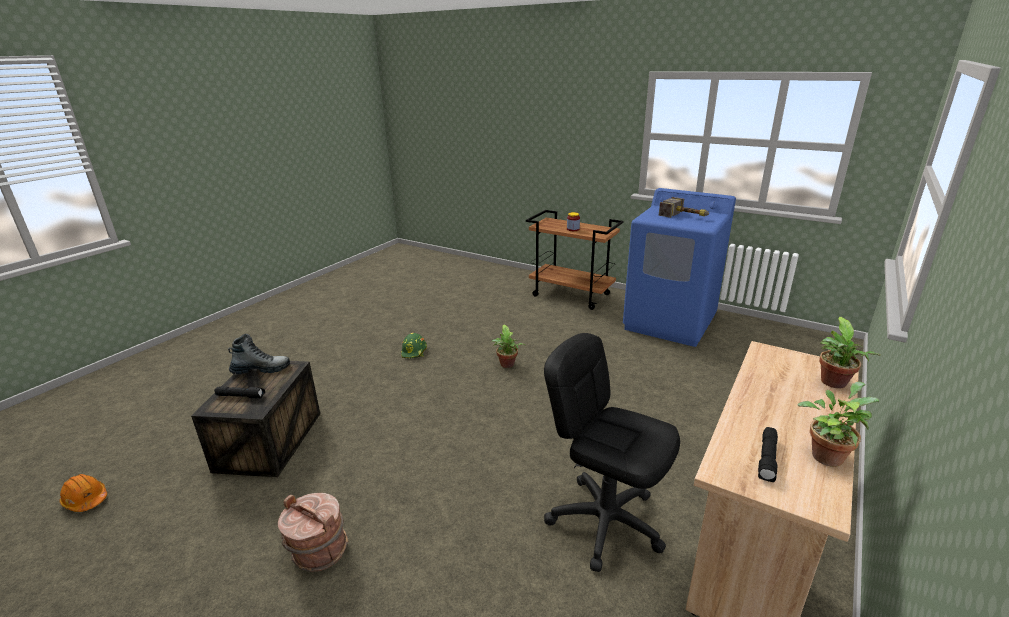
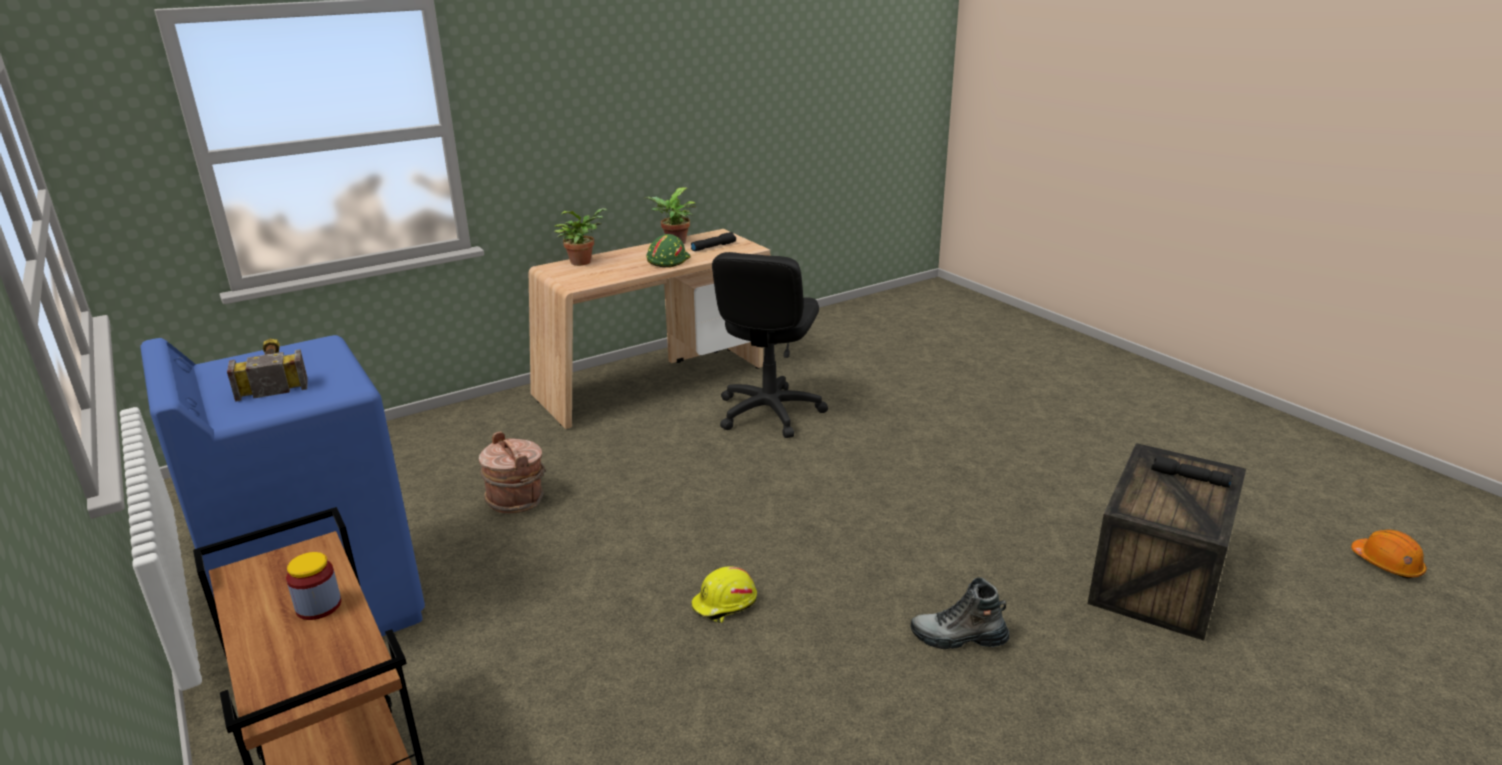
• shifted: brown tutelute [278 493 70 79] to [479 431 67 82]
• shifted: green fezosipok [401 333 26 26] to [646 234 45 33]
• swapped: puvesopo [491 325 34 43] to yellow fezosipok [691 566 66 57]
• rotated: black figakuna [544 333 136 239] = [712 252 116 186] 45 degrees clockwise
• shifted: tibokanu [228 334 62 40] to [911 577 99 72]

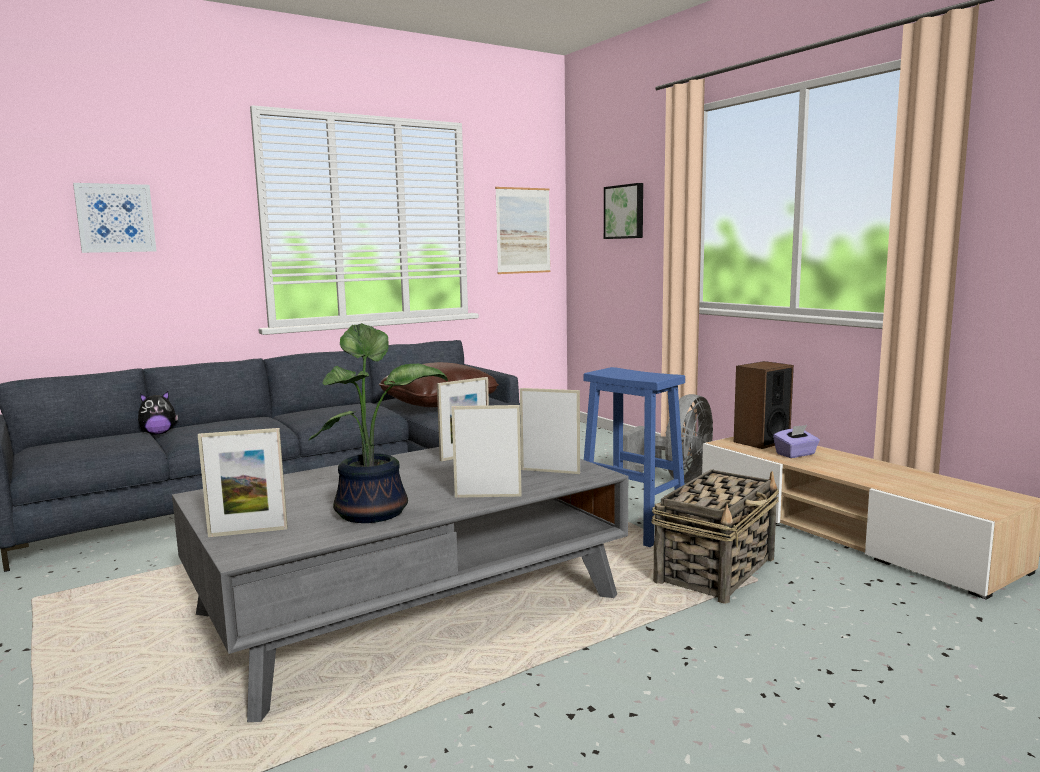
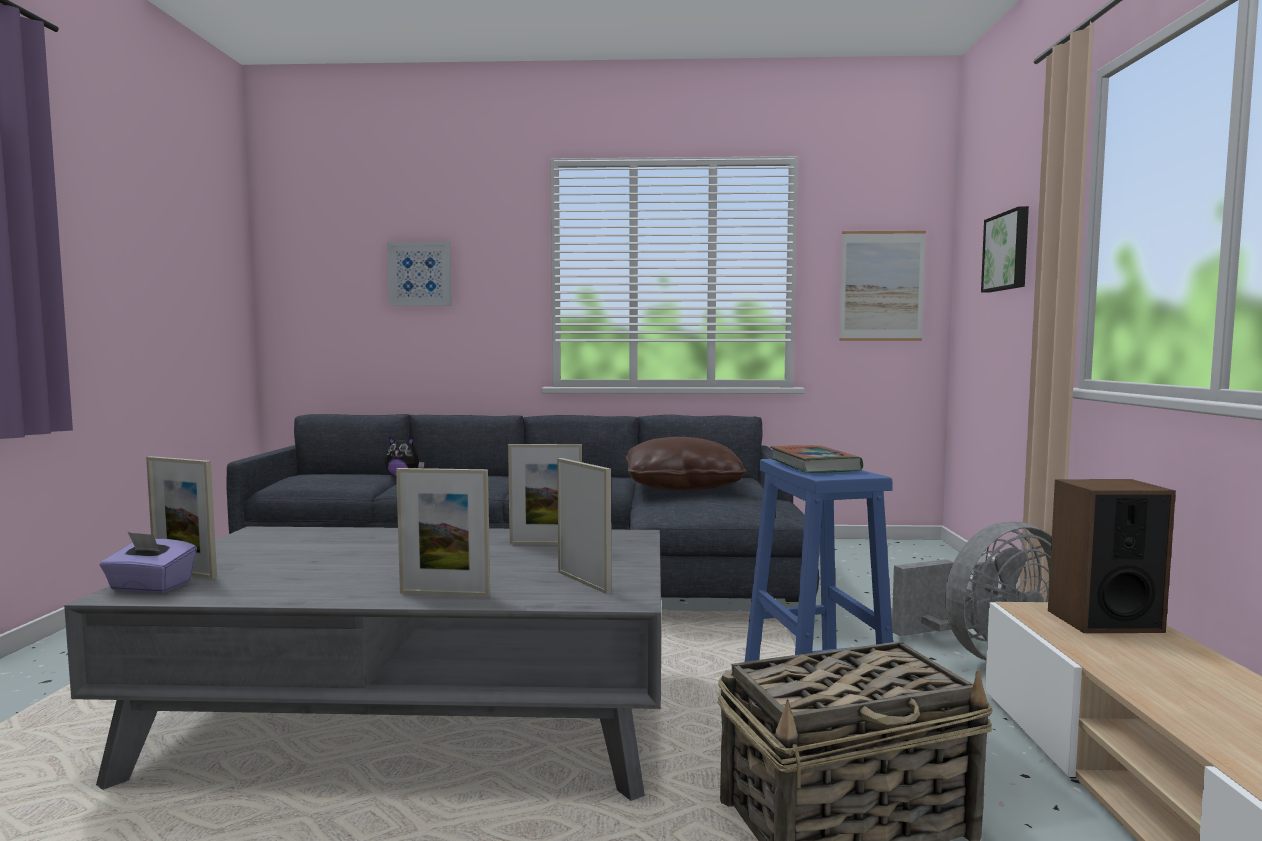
• shifted: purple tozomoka [773 425 47 33] to [100 532 97 61]
• rotated: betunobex [451 405 71 93] = [396 468 94 129] 150 degrees clockwise
• new: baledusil [770 445 93 28]
• gone: puvesopo [308 323 140 200]

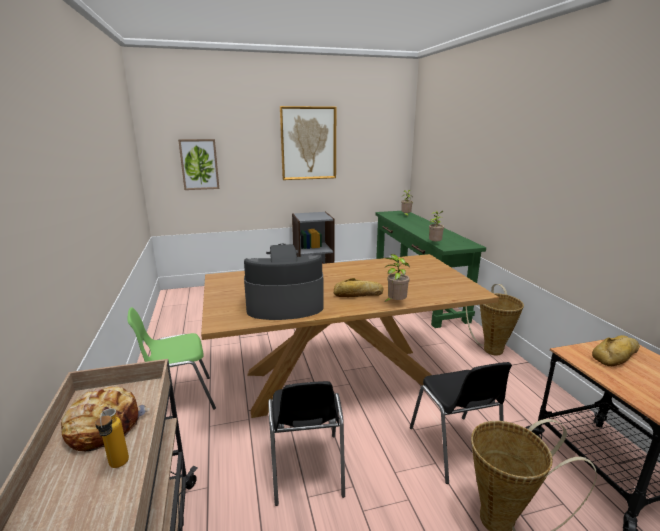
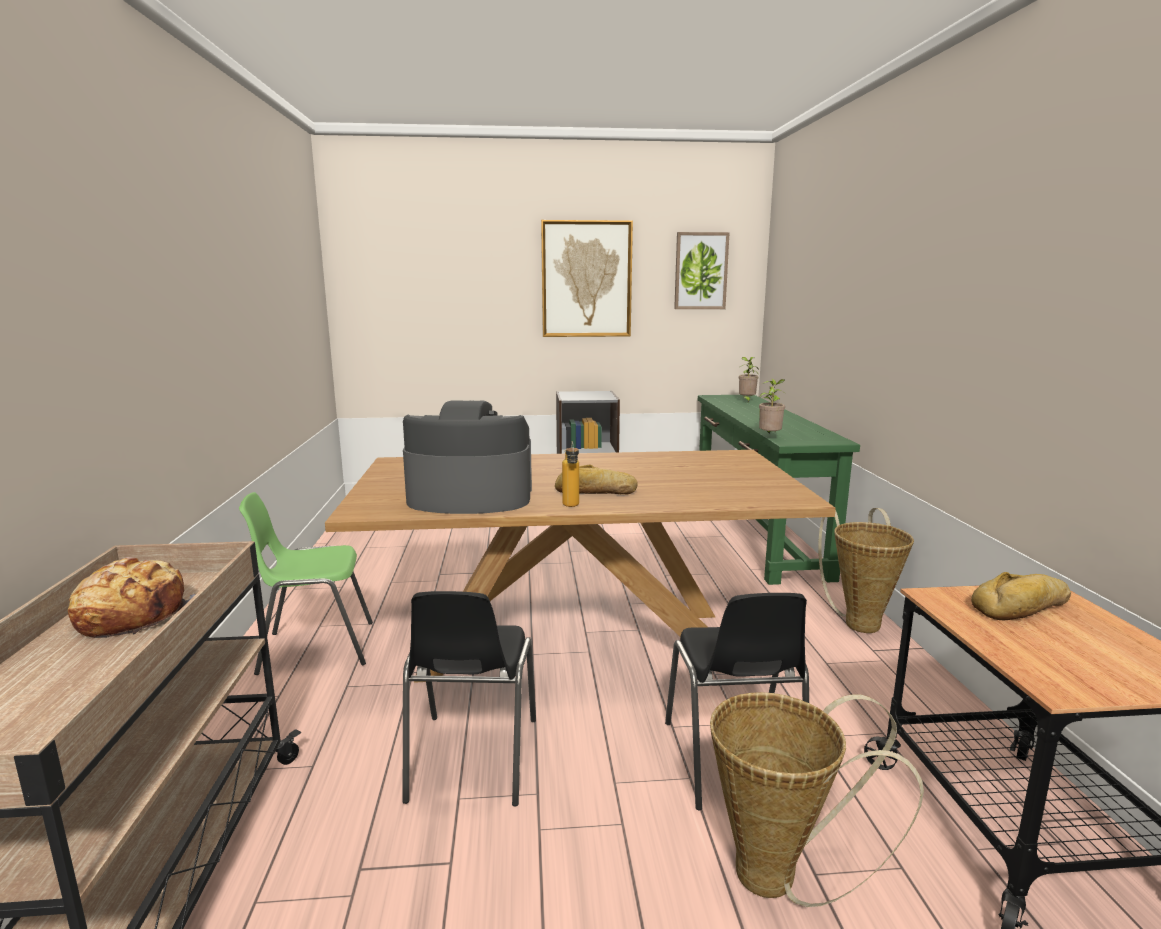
• shifted: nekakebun [95 408 34 60] to [562 441 17 66]
• shifted: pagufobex [178 139 41 51] to [674 232 56 77]
• gone: puvesopo [383 254 27 49]

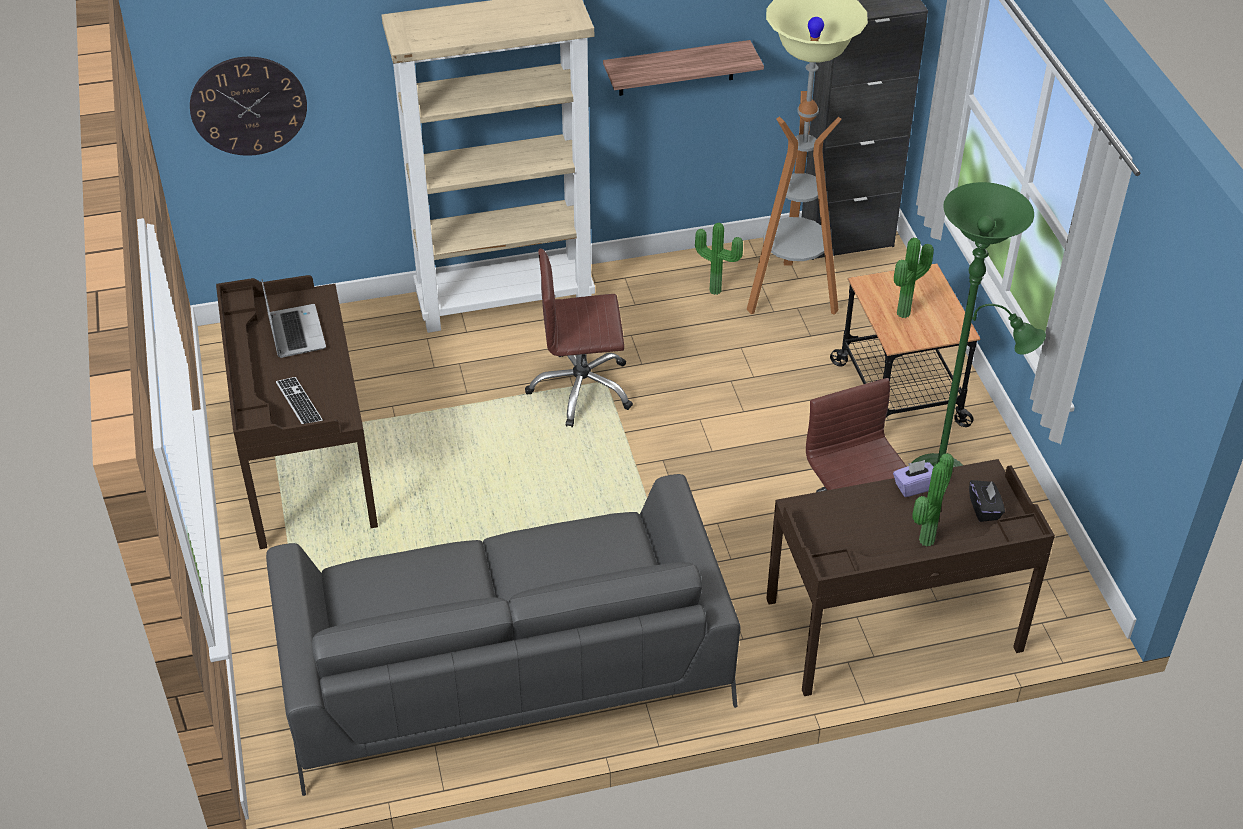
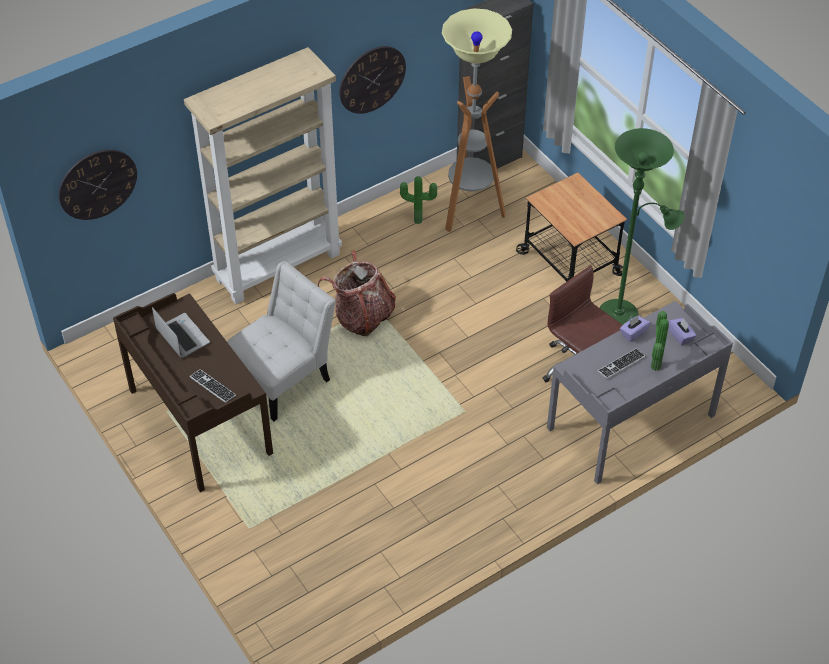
• new: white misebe [227 261 109 160]
• swapped: brown figakuna [525 249 108 178] to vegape [318 250 78 86]
• swapped: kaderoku [603 40 161 56] to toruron [339 46 67 68]
• repainted: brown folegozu [766 459 289 237] to grey folegozu [547 301 186 183]
• new: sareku [598 348 48 31]
• repainted: black tozomoka [969 480 36 42] to purple tozomoka [669 318 27 27]
• gone: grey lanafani [266 474 474 322]
• gone: puvesopo [894 237 40 81]

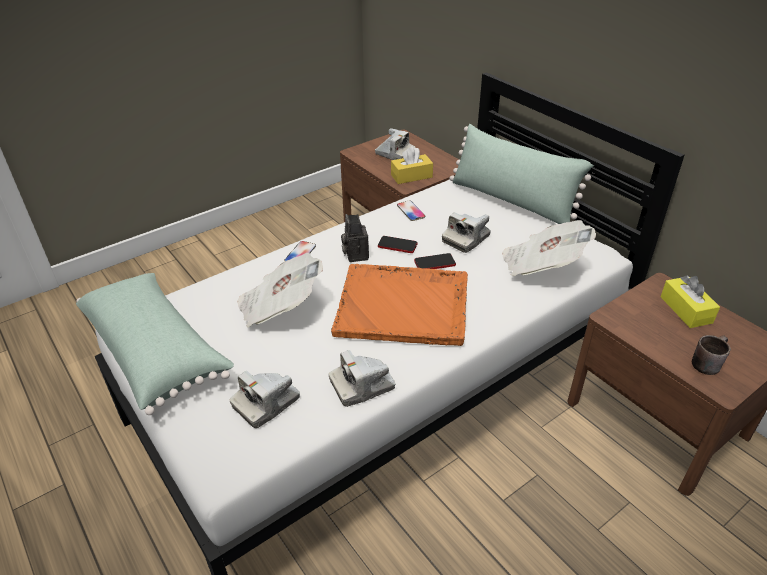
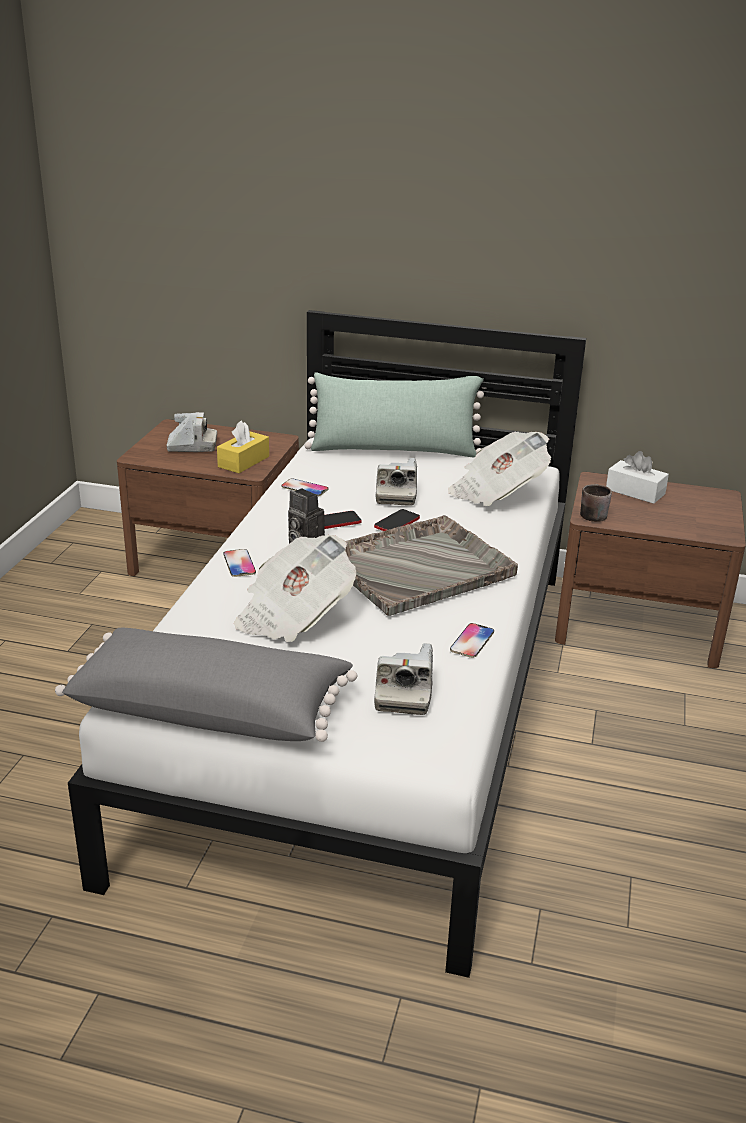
• repainted: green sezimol [76 273 158 142] to grey sezimol [55 628 302 114]
• repainted: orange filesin [331 264 137 82] to grey filesin [345 515 173 101]
• swapped: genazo [329 350 67 57] to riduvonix [450 623 44 35]
• shifted: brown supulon [692 335 39 40] to [580 484 32 38]
• repainted: yellow tozomoka [661 275 59 53] to white tozomoka [606 451 63 53]

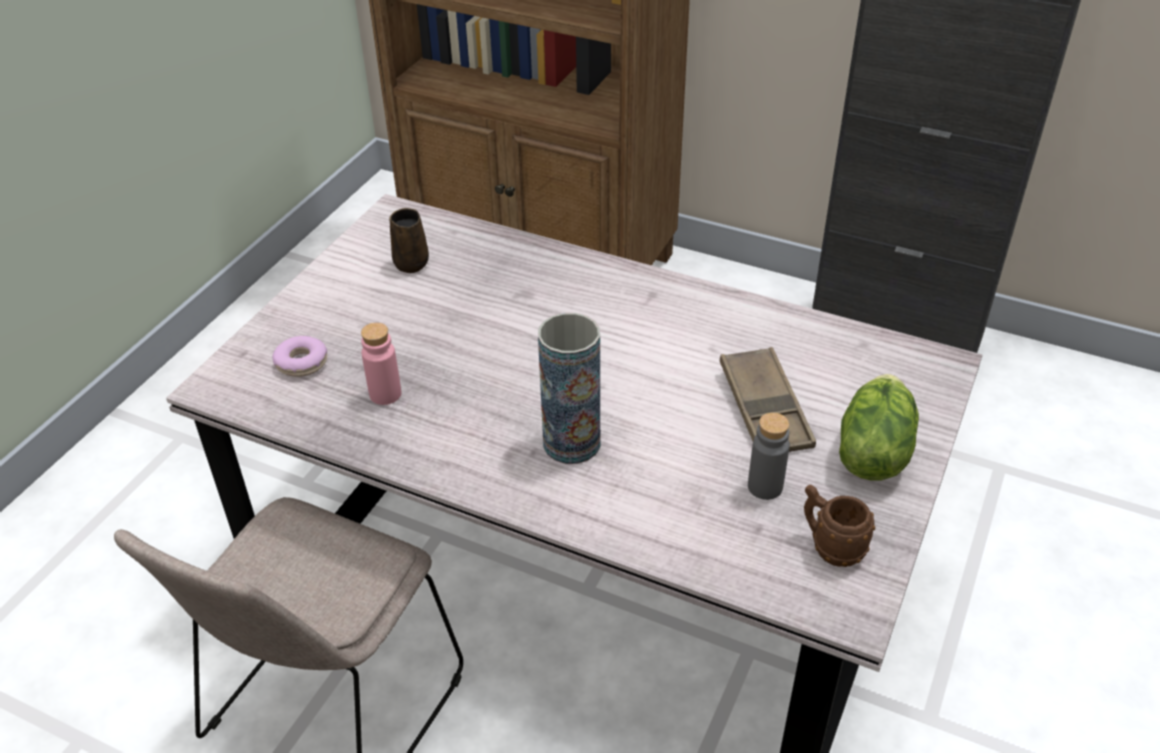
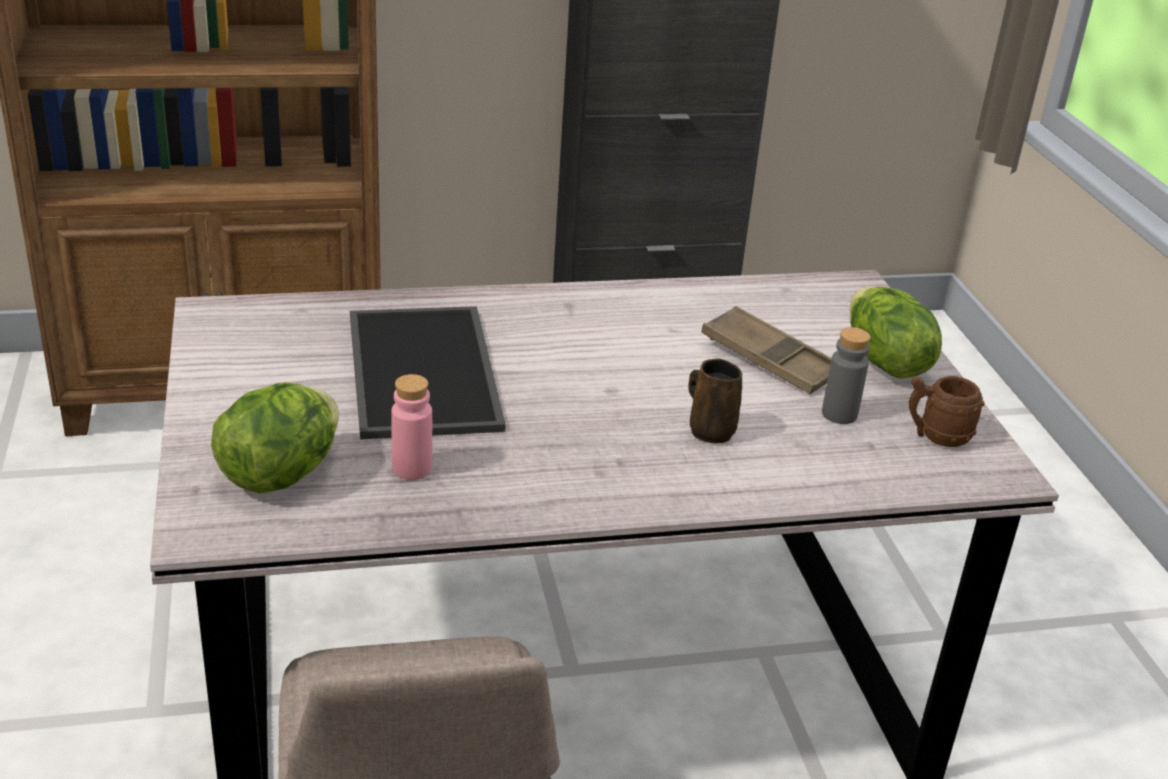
• swapped: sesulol [272 336 55 41] to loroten [211 382 128 111]
• new: filesin [350 306 156 134]
• shifted: brown supulon [389 208 40 65] to [688 358 54 85]
• gone: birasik [538 313 62 151]

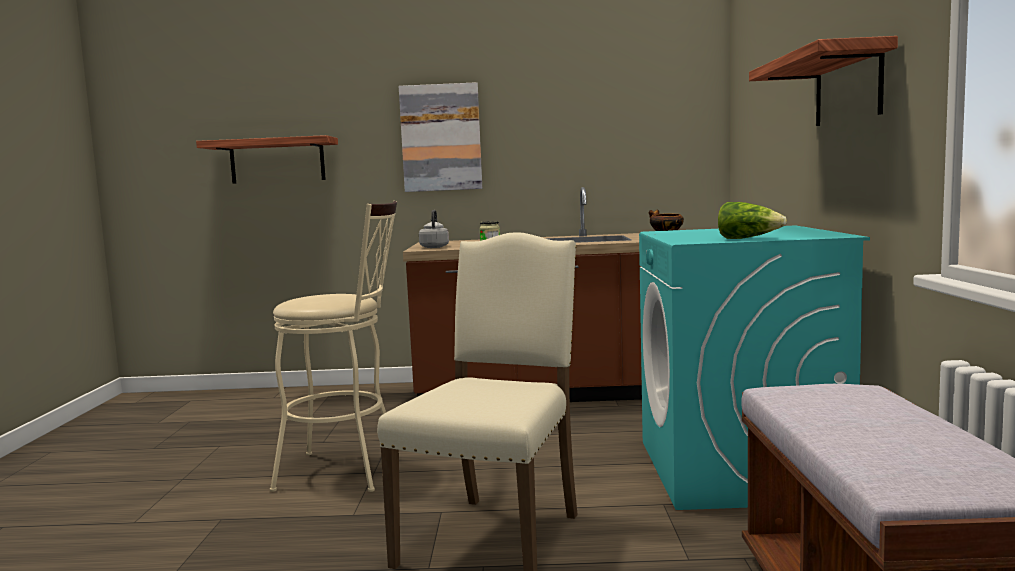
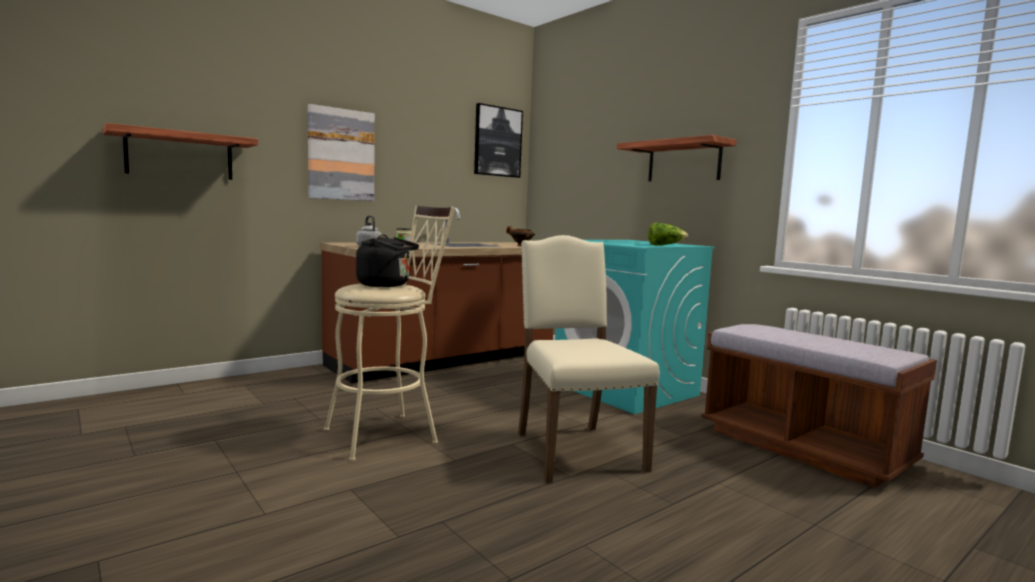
• new: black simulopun [356 234 63 53]
• new: pagufobex [474 103 49 75]

